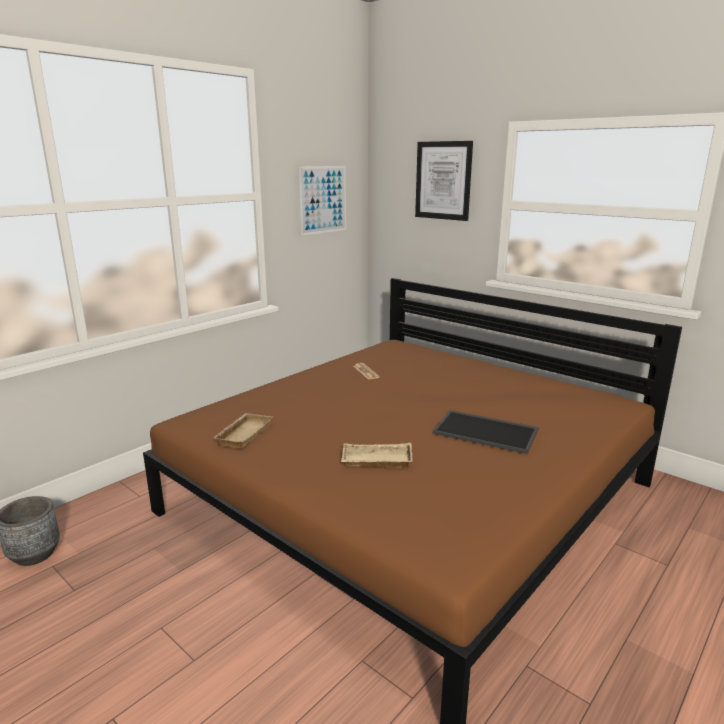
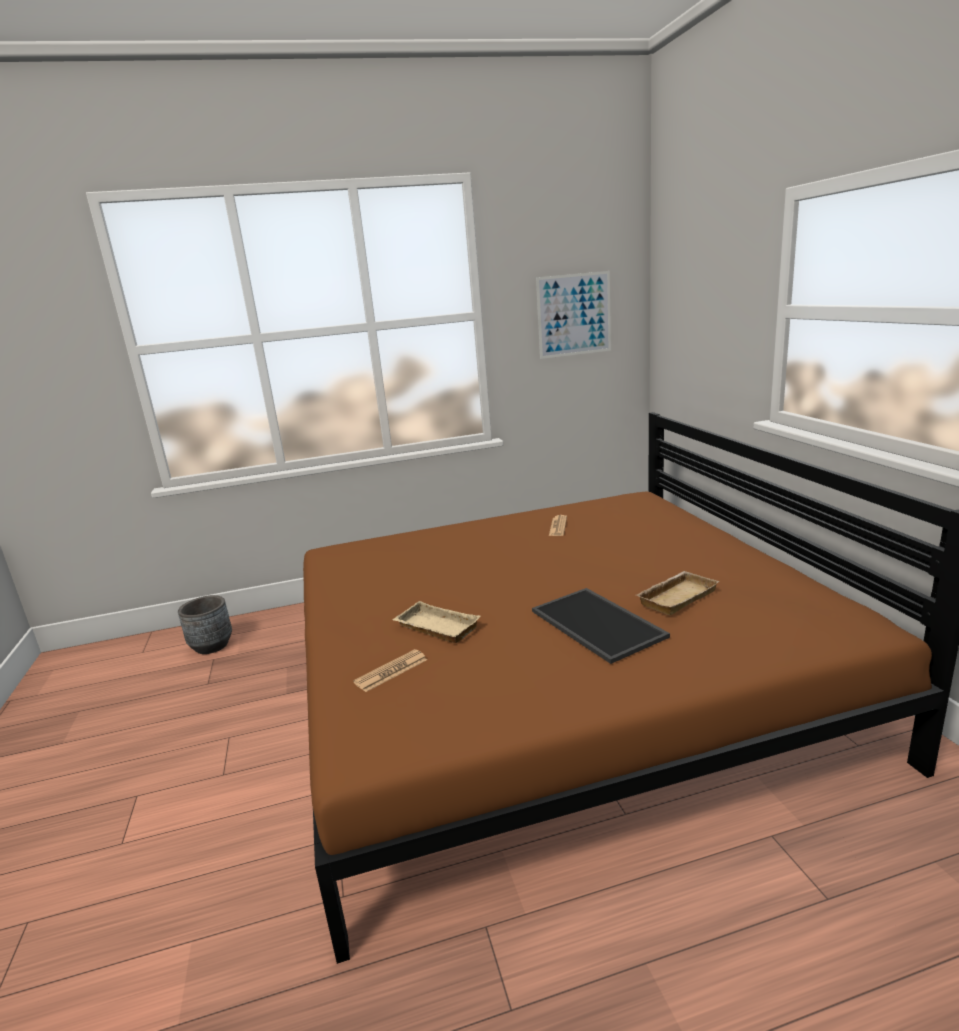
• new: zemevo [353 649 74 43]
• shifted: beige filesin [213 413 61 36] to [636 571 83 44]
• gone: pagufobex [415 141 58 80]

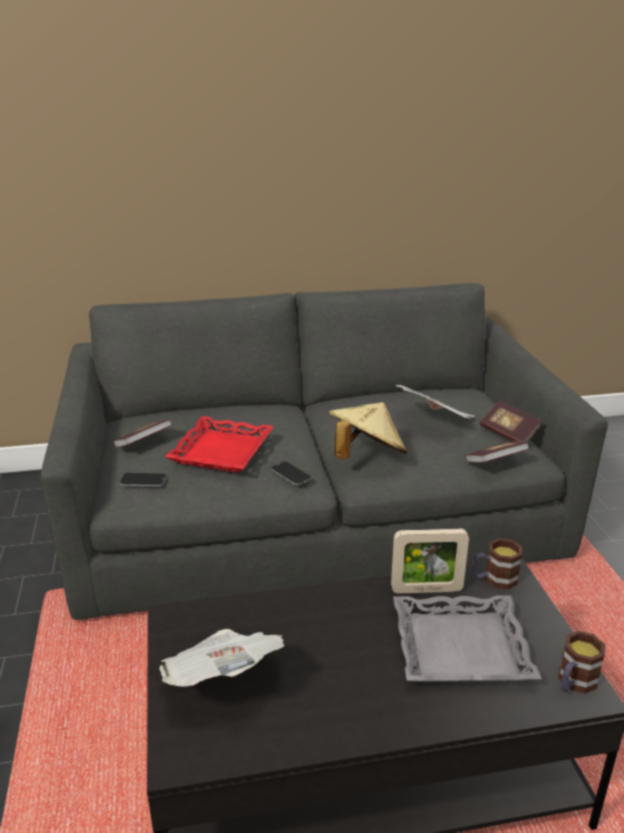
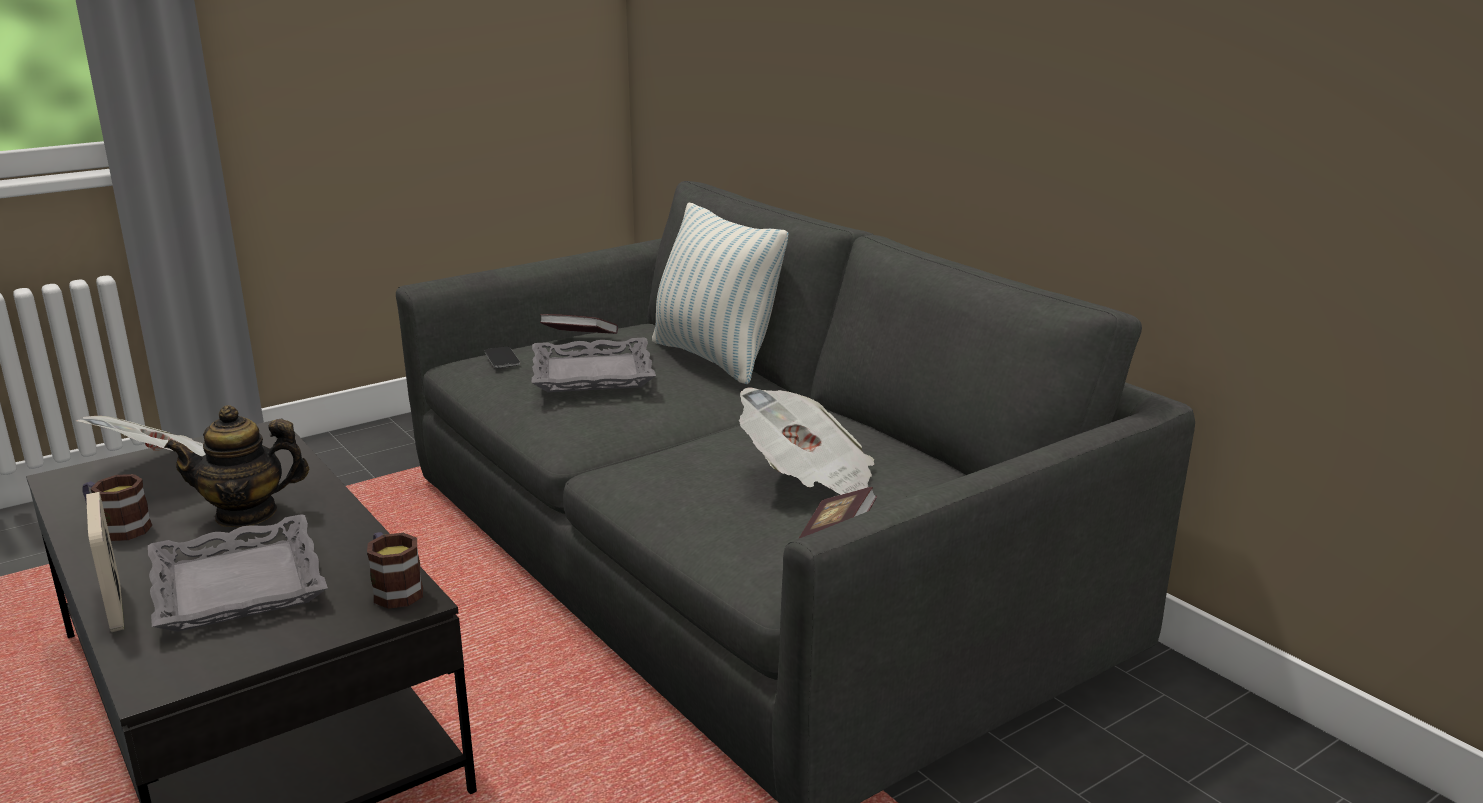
• shifted: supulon [558 631 47 63] to [82 474 70 67]
• shifted: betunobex [391 529 78 64] to [86 492 38 140]
• new: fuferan [164 405 145 123]
• repainted: red filesin [165 416 109 57] to grey filesin [532 338 124 54]
• new: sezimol [652 202 137 182]
• gone: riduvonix [271 461 40 24]
• gone: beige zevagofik [328 402 79 57]
• gone: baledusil [465 441 65 22]

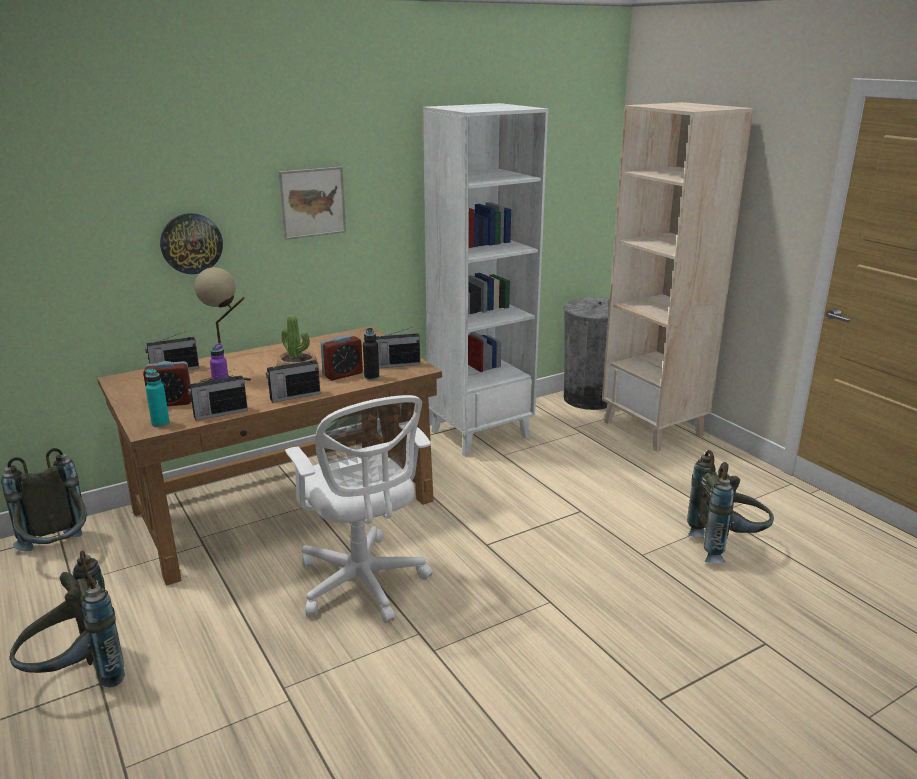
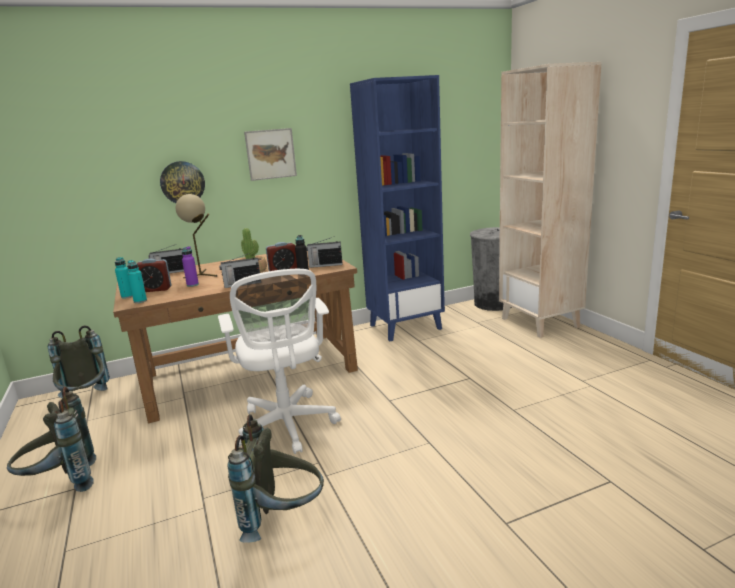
• new: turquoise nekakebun [115 257 18 42]
• shifted: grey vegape [687 450 87 113] to [228 414 96 129]
• repainted: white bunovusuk [423 103 125 354] to blue bunovusuk [350 75 95 267]
• gone: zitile [188 369 60 51]

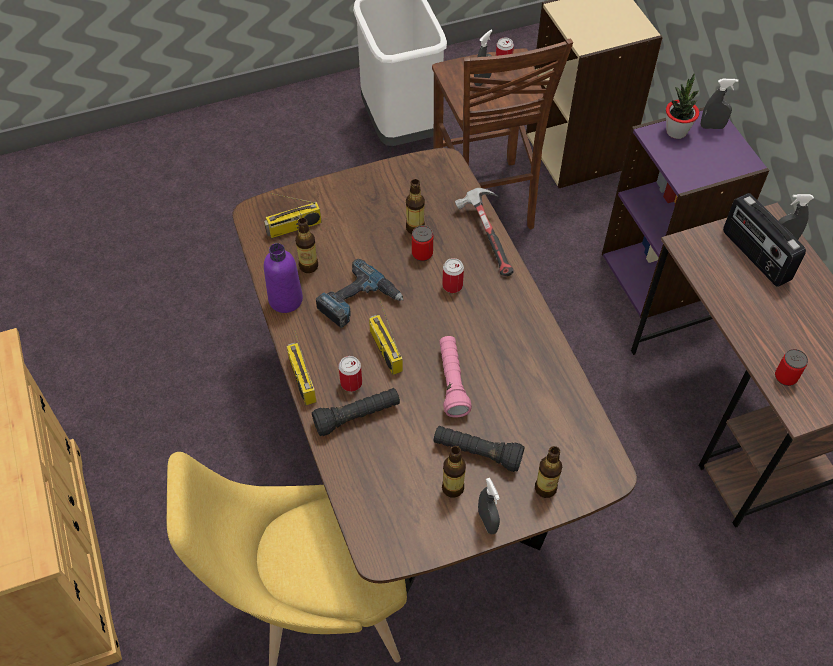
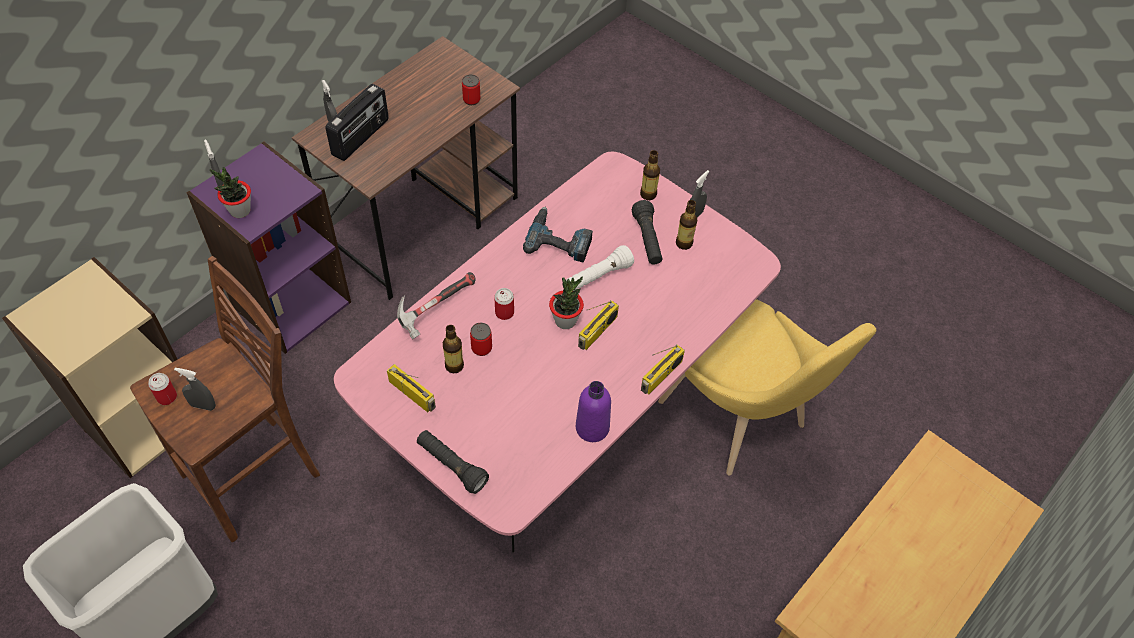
• repainted: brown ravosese [232 148 405 446] to pink ravosese [334 152 447 400]
• shifted: zitile [264 193 58 45] to [387 364 49 48]
• shifted: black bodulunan [312 388 88 48] to [417 430 72 64]
• shifted: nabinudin [316 259 88 69] to [523 206 70 56]
• new: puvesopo [549 277 35 52]
• repainted: pink bodulunan [439 336 33 82] to white bodulunan [566 245 68 44]
• gone: nekakebun [295 218 23 55]
• gone: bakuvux [339 356 23 36]

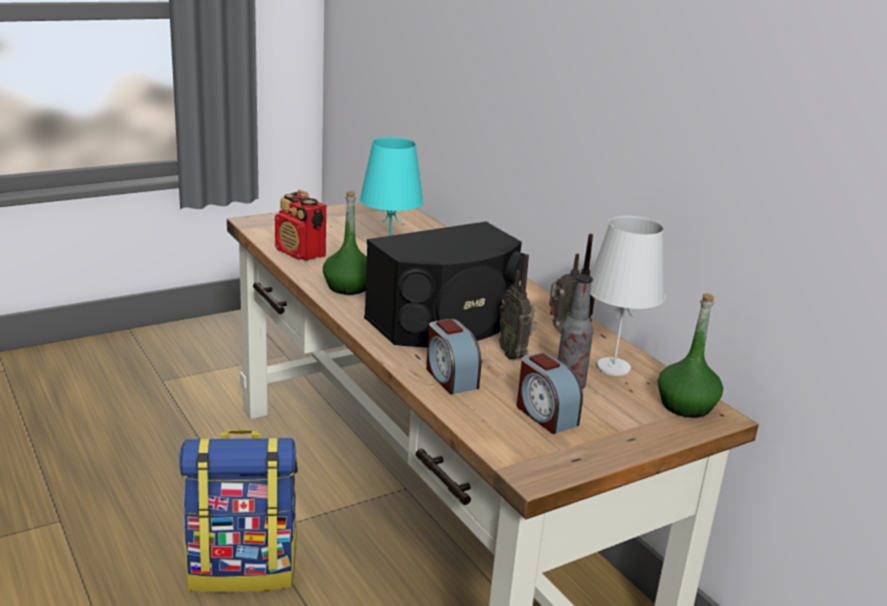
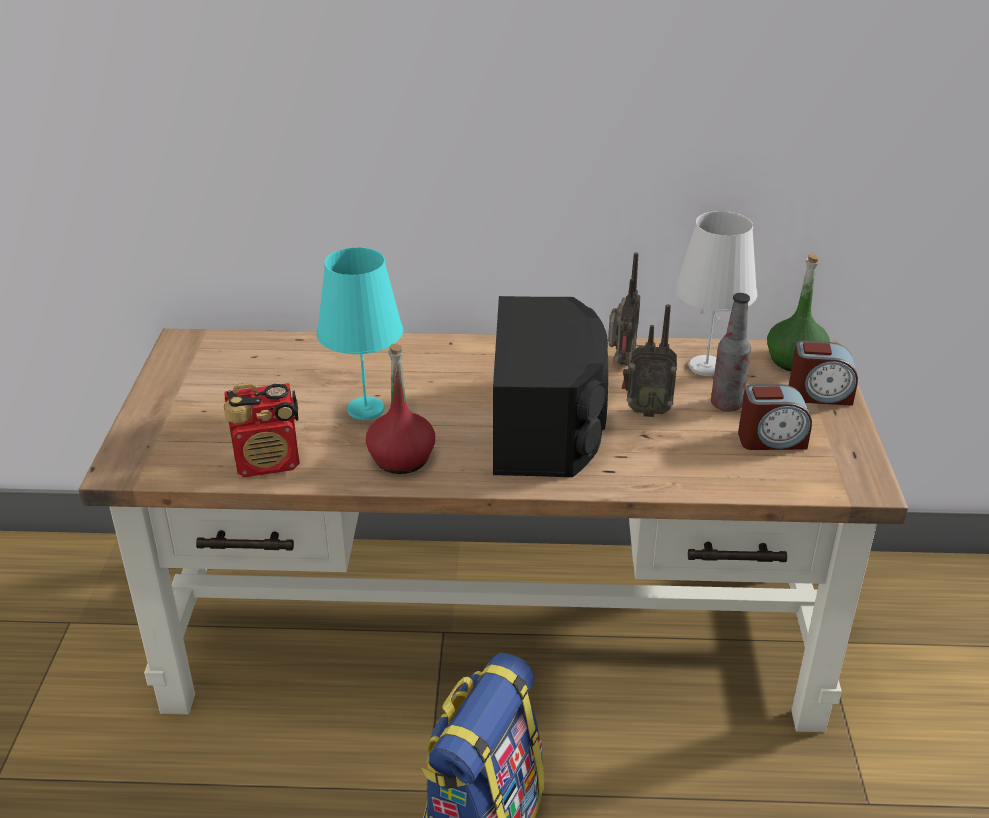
• repainted: green nekakebun [323 191 44 104] to red nekakebun [366 344 69 130]
• shifted: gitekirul [426 319 55 76] to [789 341 69 65]

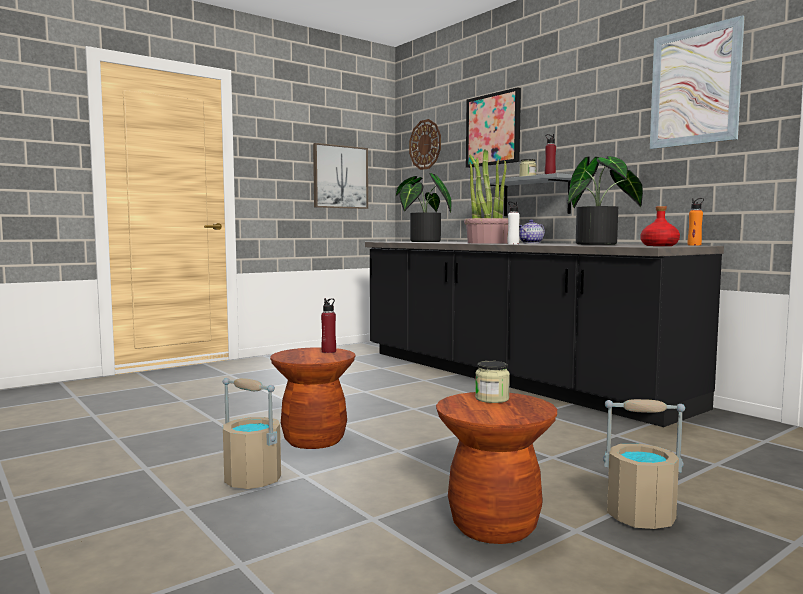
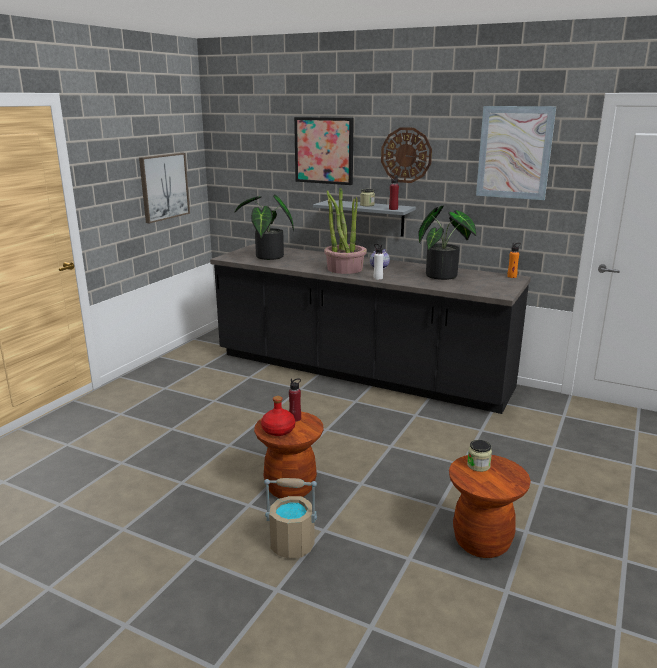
• shifted: red nekakebun [640 206 40 40] to [261 396 34 40]
• shifted: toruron [409 119 32 51] to [381 127 51 56]
• gone: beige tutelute [603 399 82 130]

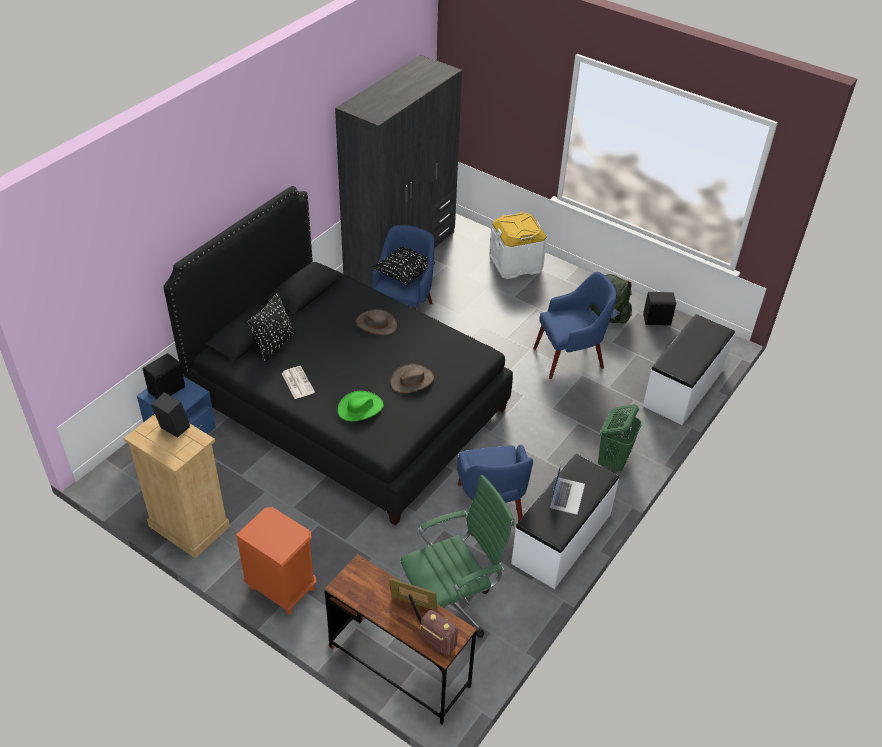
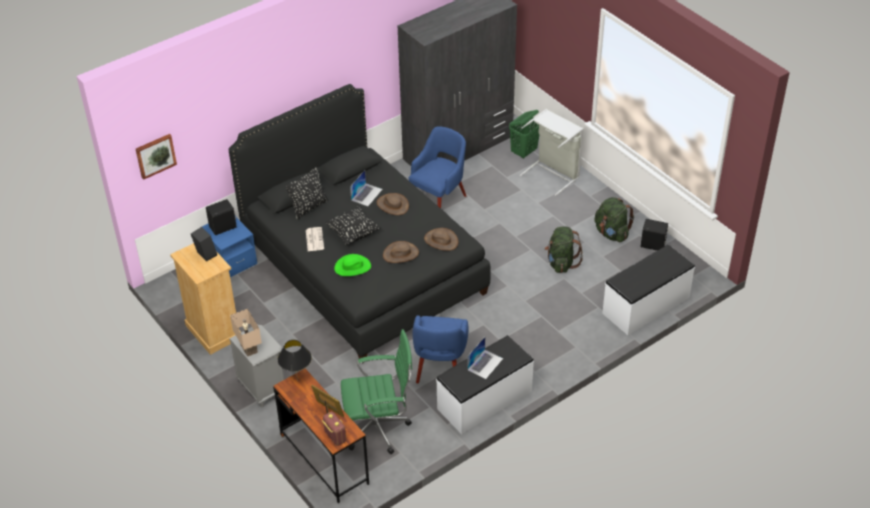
• new: pagufobex [136 134 41 46]
• repainted: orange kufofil [235 507 82 107] to grey kufofil [229 325 56 82]
• new: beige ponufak [230 309 32 48]
• new: black ponufak [278 340 34 42]
• shifted: black sezimol [373 247 62 38] to [326 206 55 39]
• new: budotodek [350 170 32 36]
• new: brown zevagofik [424 228 35 23]
• shifted: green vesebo [598 404 44 68] to [509 110 30 49]
• swapped: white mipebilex [489 212 58 67] to grey vesebo [520 109 64 87]
• swapped: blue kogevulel [533 272 84 107] to green vegape [545 226 38 47]

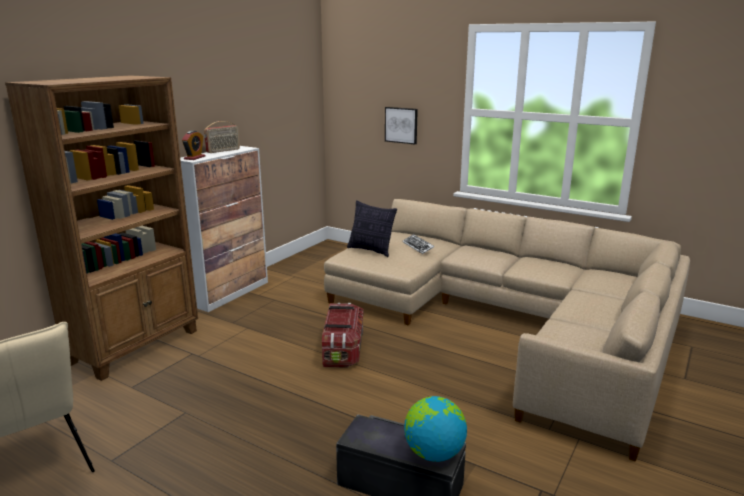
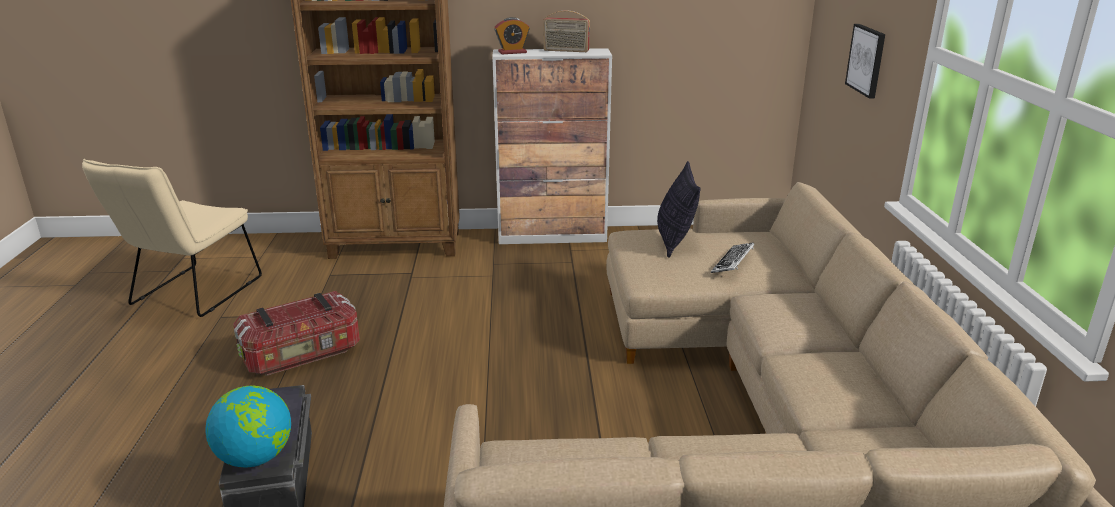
• shifted: mipebilex [322 303 42 65] to [233 291 127 84]

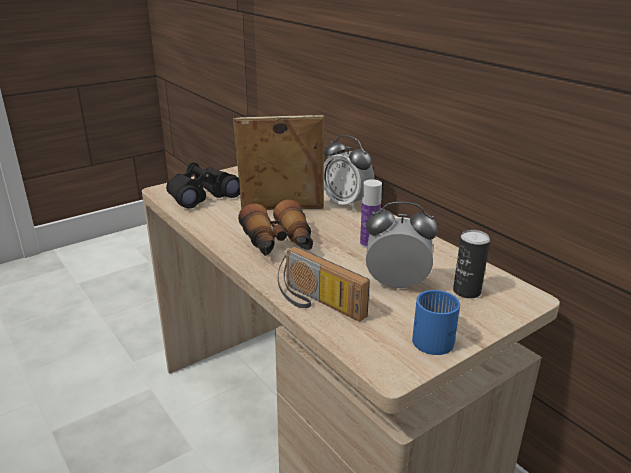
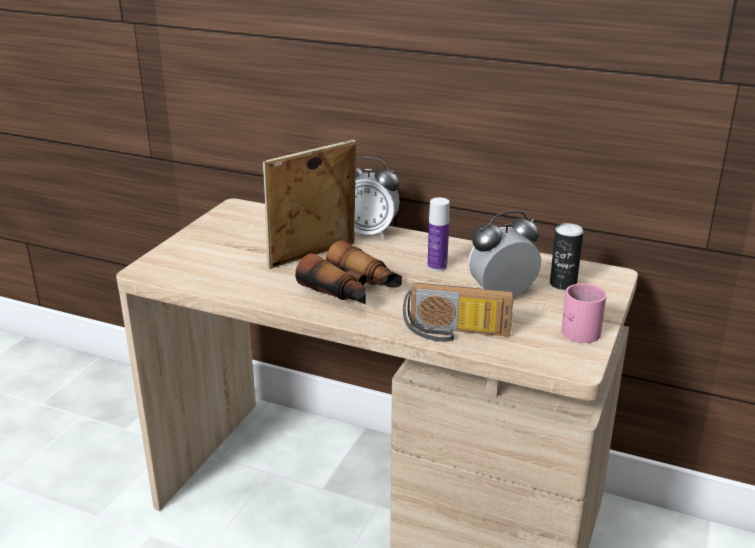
• repainted: blue supulon [412 290 48 65] to pink supulon [561 284 46 59]
• gone: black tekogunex [166 162 74 47]

